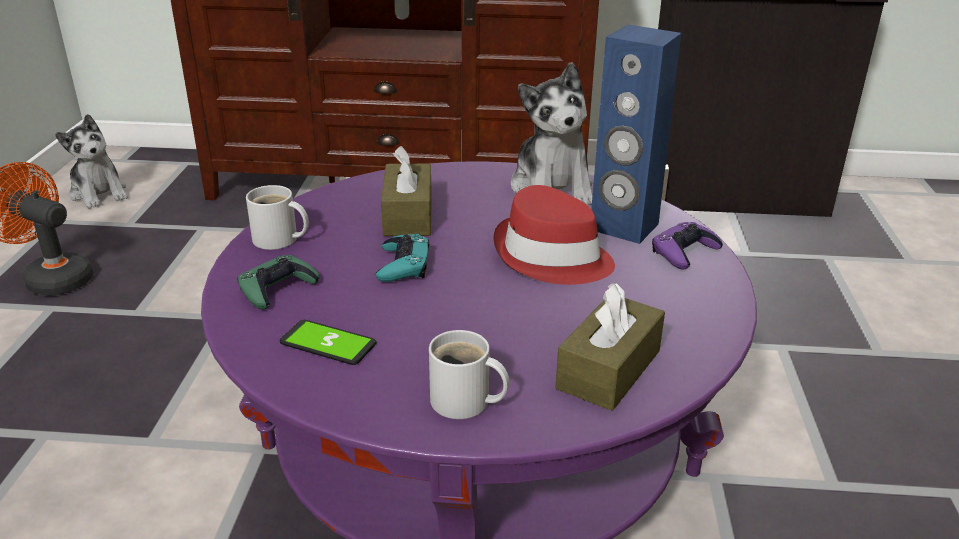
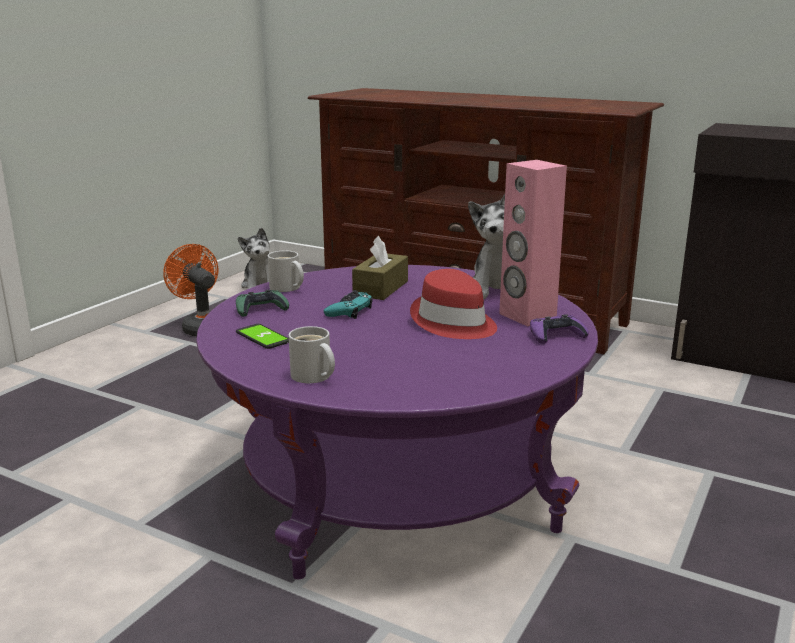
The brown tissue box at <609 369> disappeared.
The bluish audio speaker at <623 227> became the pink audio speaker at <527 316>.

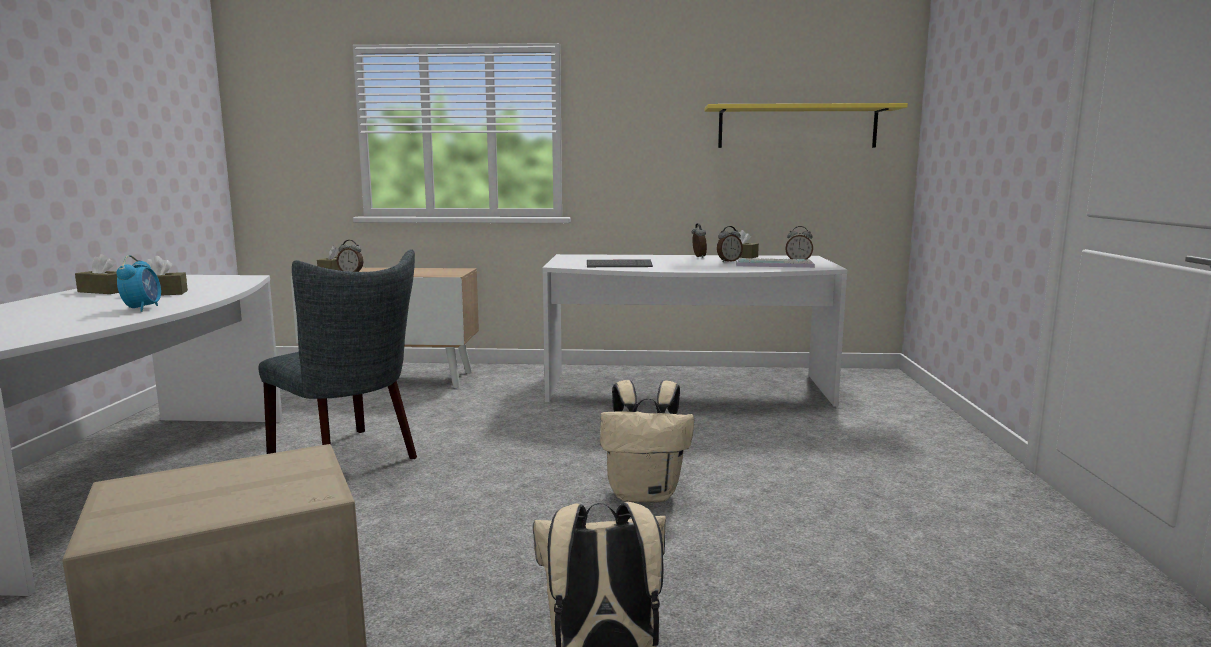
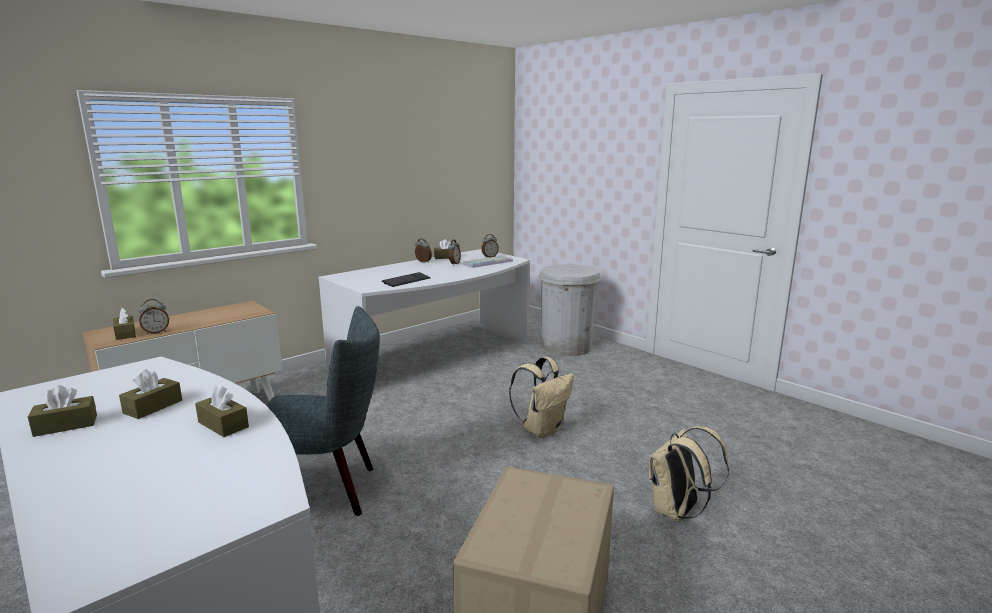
The yellow-coloured shelf at <797 127> disappeared.
The whitish rubbish bin at <566 347> appeared.
The alarm clock at <143 308> was replaced by the brown tissue box at <223 424>.

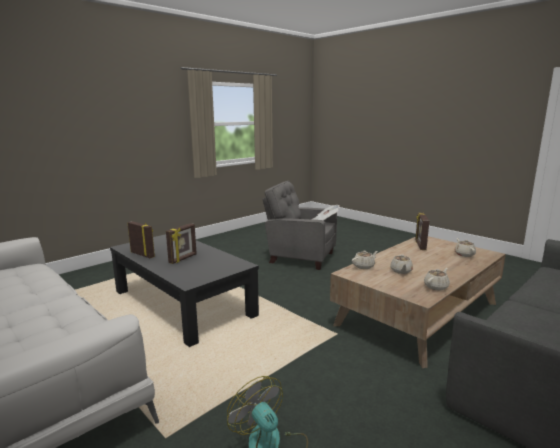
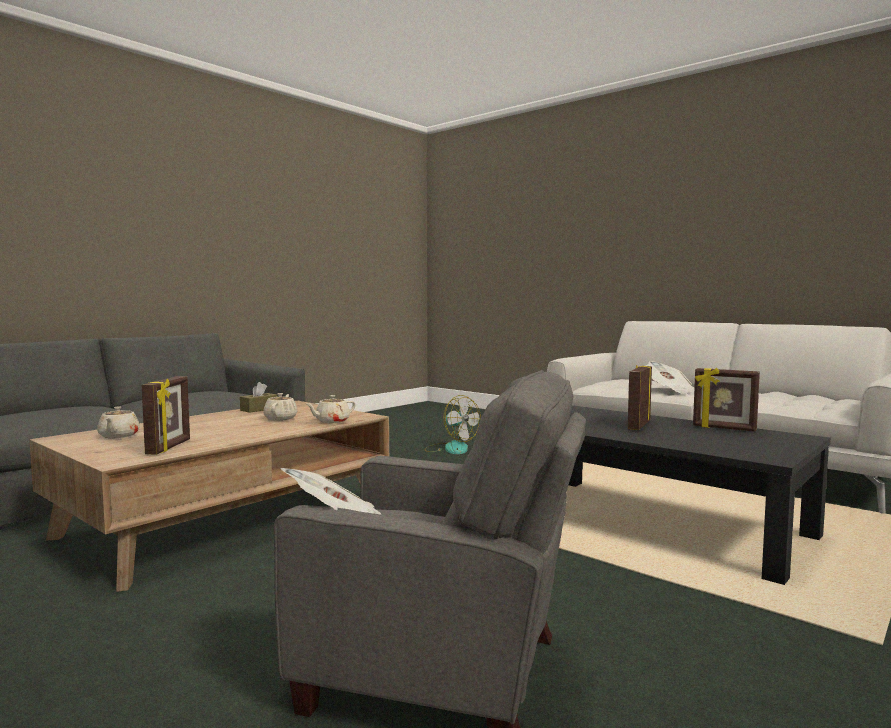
The newspaper at <669 390> appeared.
The beige-coloured teapot at <436 286> was replaced by the brown tissue box at <259 409>.

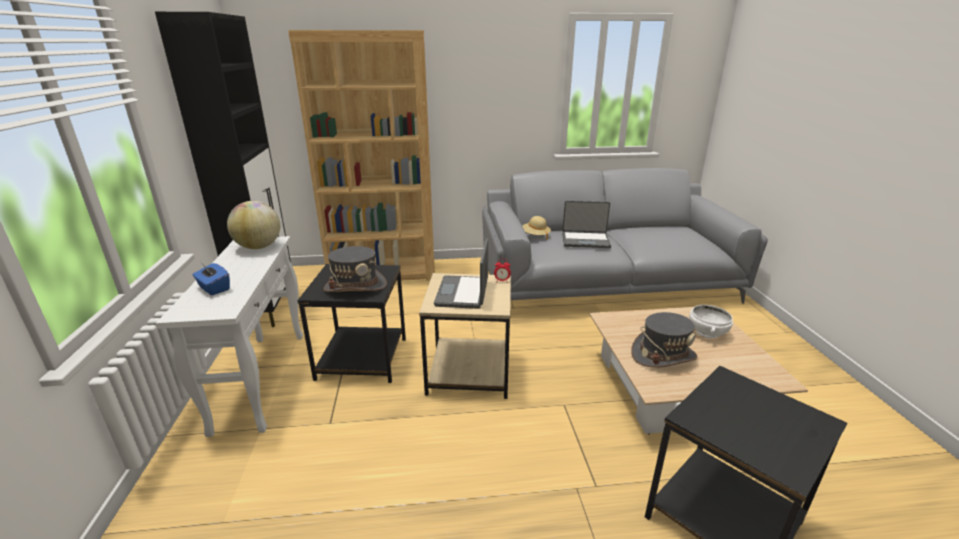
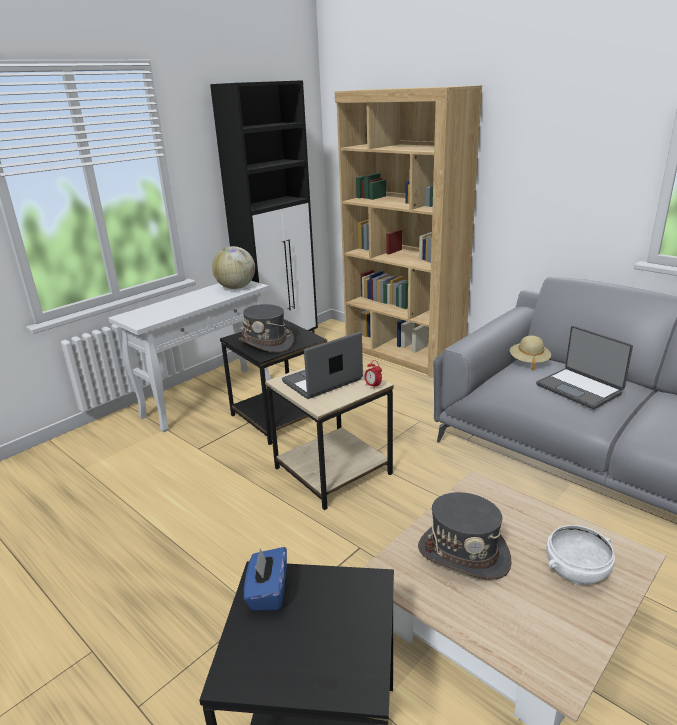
The bluish tissue box moved from <214 288> to <268 592>.

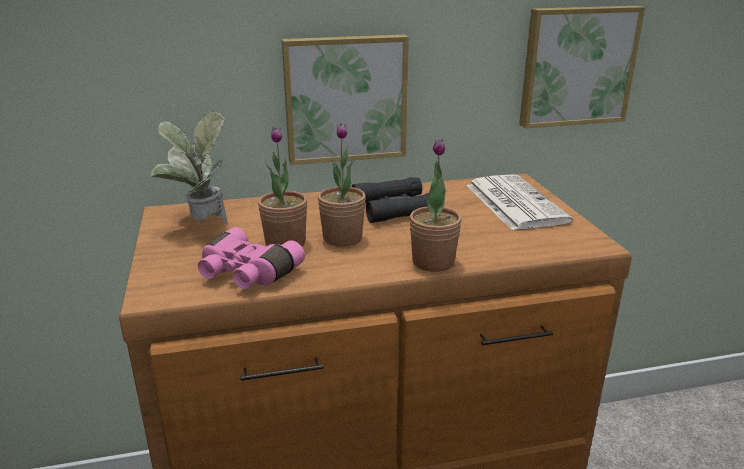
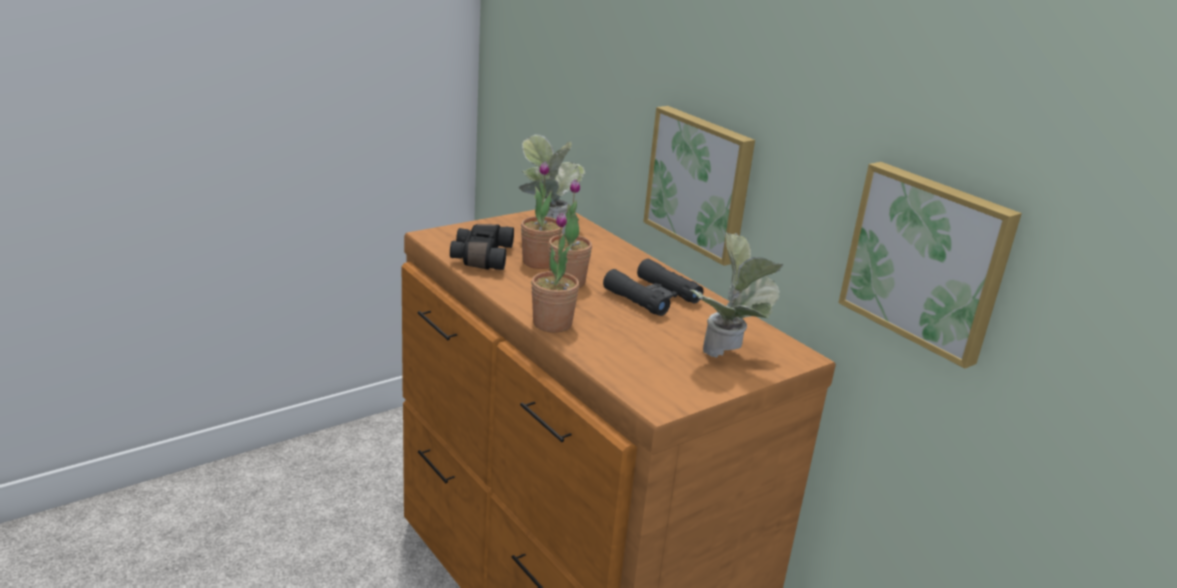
The newspaper at <513 202> was replaced by the potted plant at <729 356>.
The pink field glasses at <246 274> became the black-coloured field glasses at <480 257>.

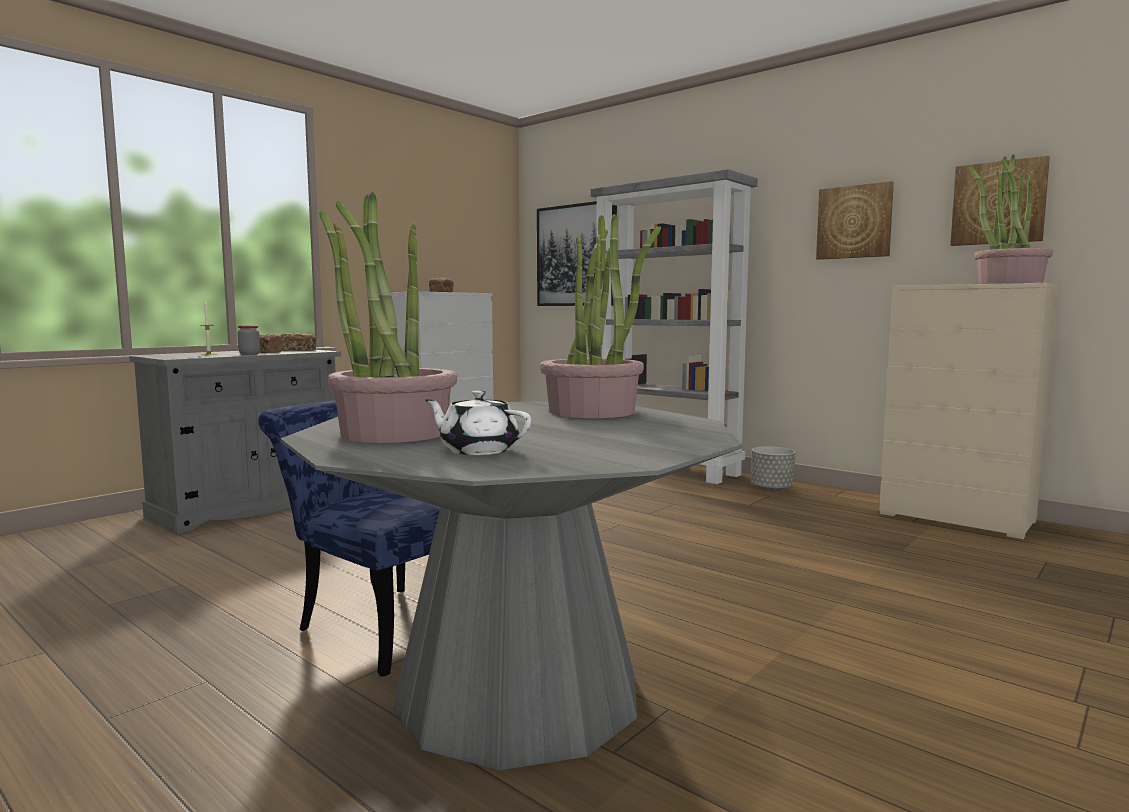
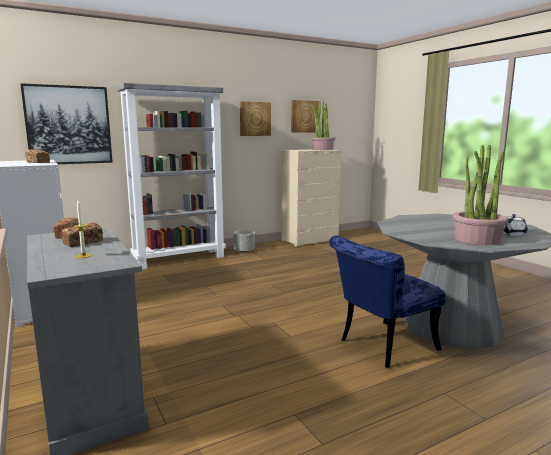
The preserve jar at <249 354> disappeared.
The potted plant at <593 411> disappeared.

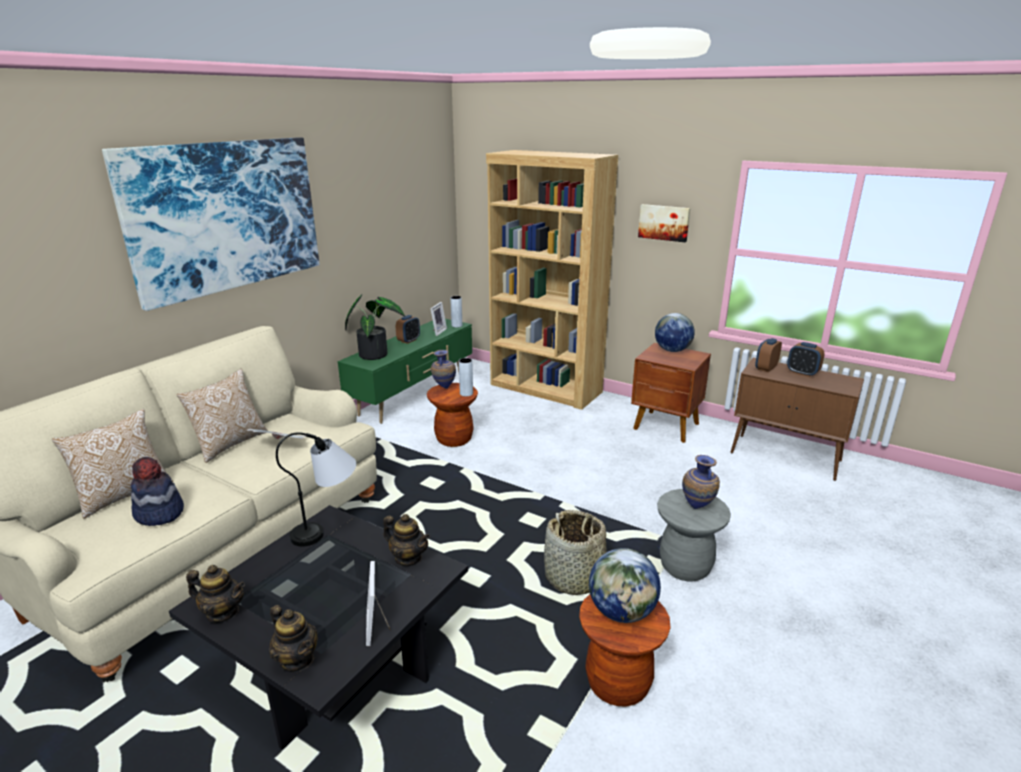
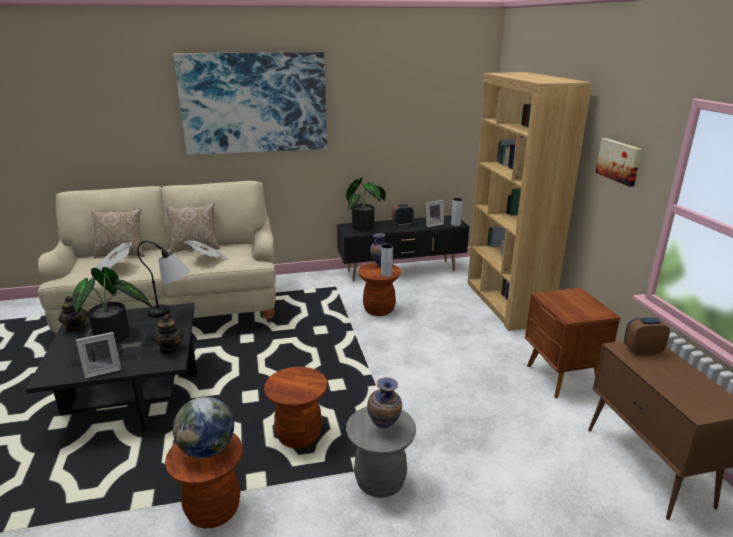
The teapot at <297 659> disappeared.
The desk globe at <672 350> disappeared.
The alarm clock at <802 373> disappeared.
The potted plant at <115 338> appeared.
The hat at <159 513> was replaced by the newspaper at <113 268>.
The household basket at <575 578> was replaced by the brown stool seat at <299 435>.
The green-coloured tv stand at <414 395> became the black-coloured tv stand at <402 271>.
The picture frame at <378 625> turned 150 degrees counterclockwise.

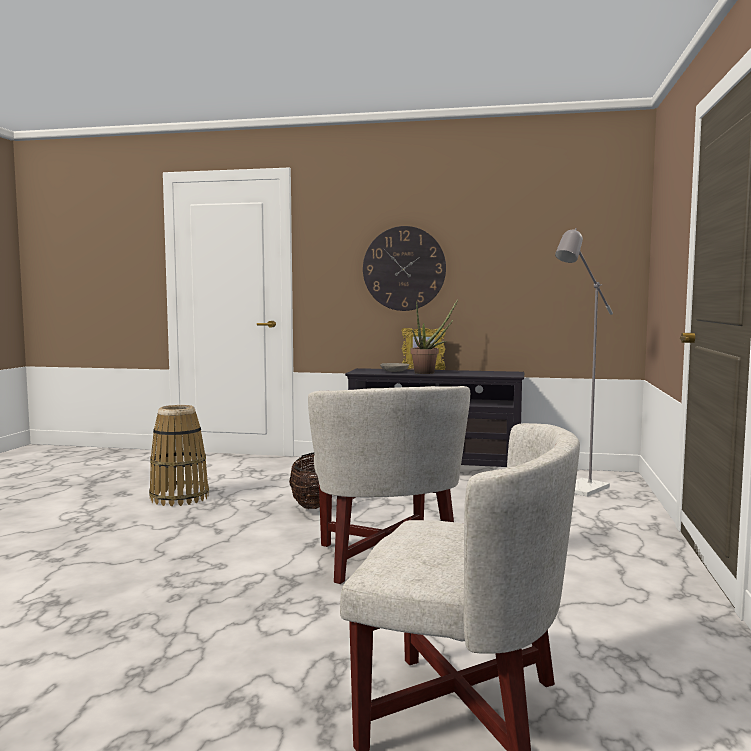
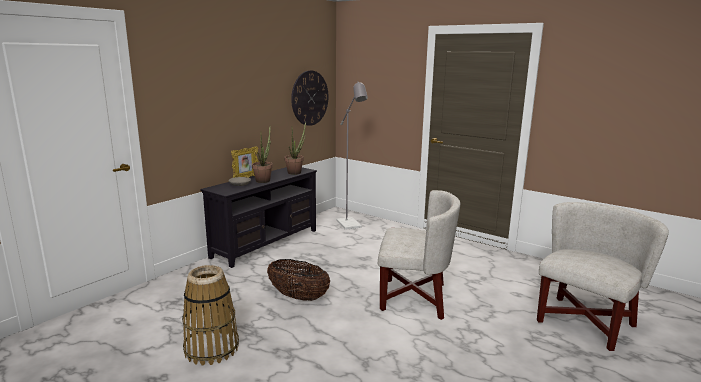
The potted plant at <296 172> appeared.
The hanging clock moved from <404 268> to <310 98>.

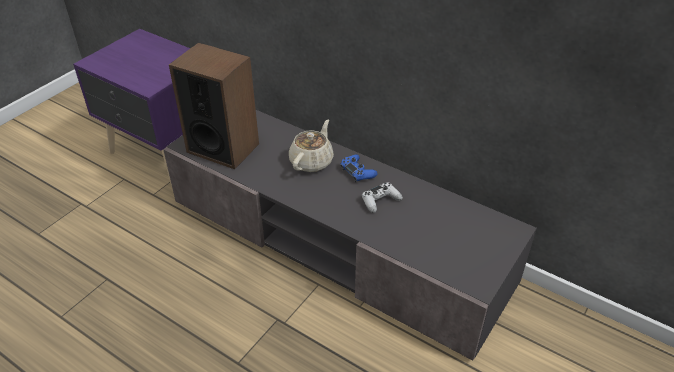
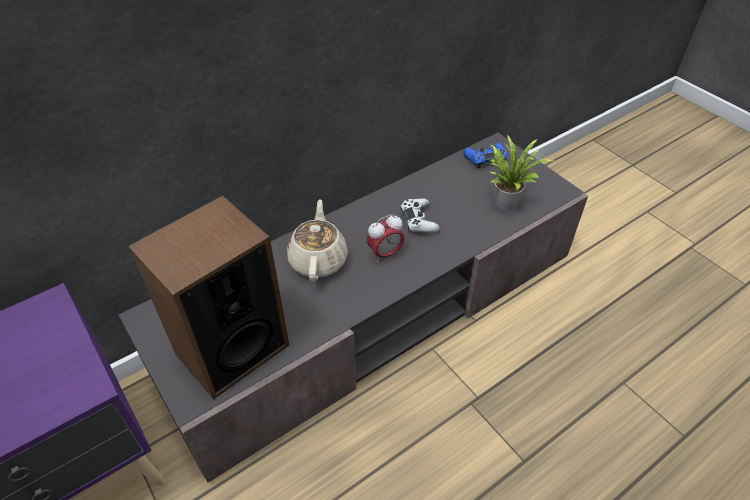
The alarm clock at <385 254> appeared.
The potted plant at <505 201> appeared.
The bluish joypad moved from <357 172> to <485 159>.
The beige-coloured teapot at <312 161> turned 45 degrees clockwise.

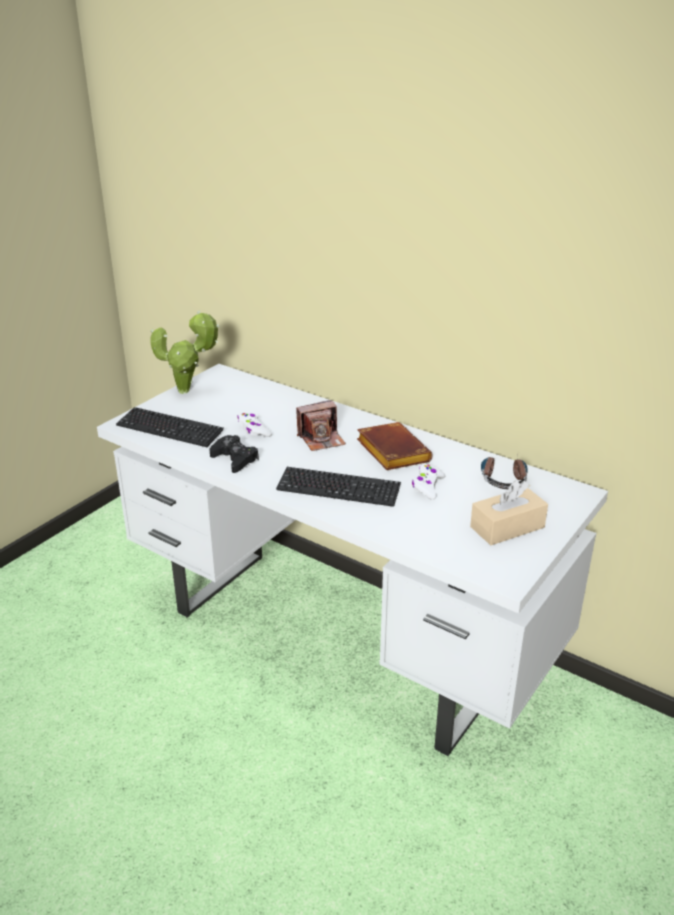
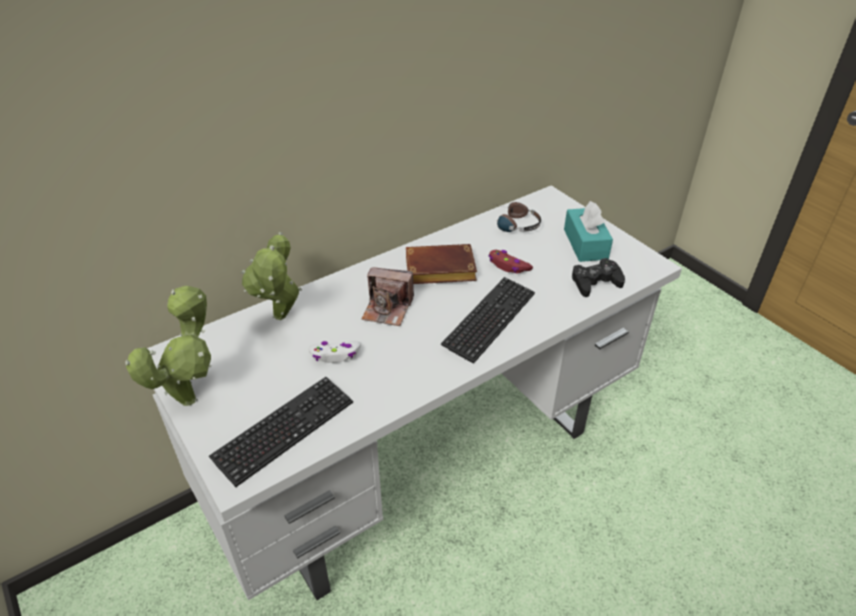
The potted plant at <281 319> appeared.
The black-coloured joypad moved from <234 459> to <595 282>.
The whitish joypad at <427 486> became the reddish joypad at <508 266>.
The beige-coloured tissue box at <507 527> became the blue-green tissue box at <585 244>.
The still camera at <321 439> turned 105 degrees clockwise.

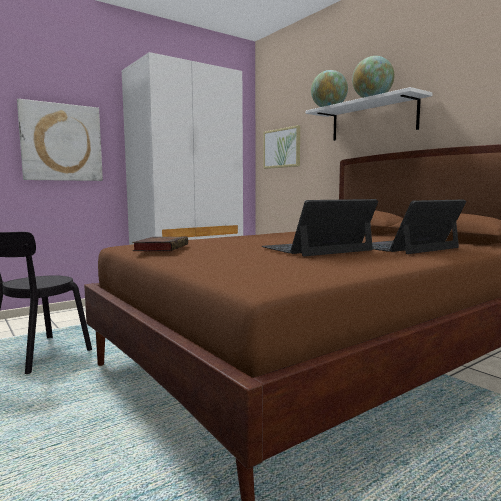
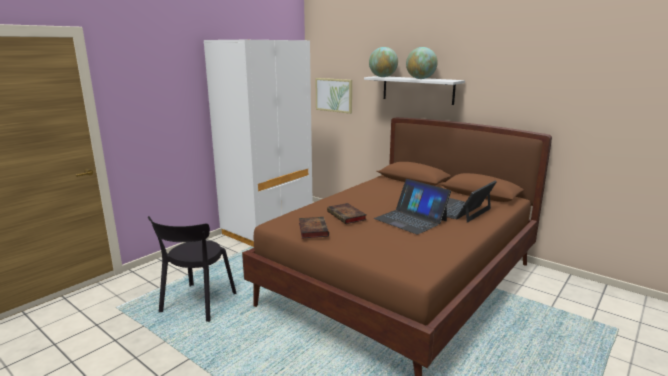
The picture at <61 142> disappeared.
The volume at <347 216> appeared.
The notebook computer at <316 248> turned 90 degrees counterclockwise.

